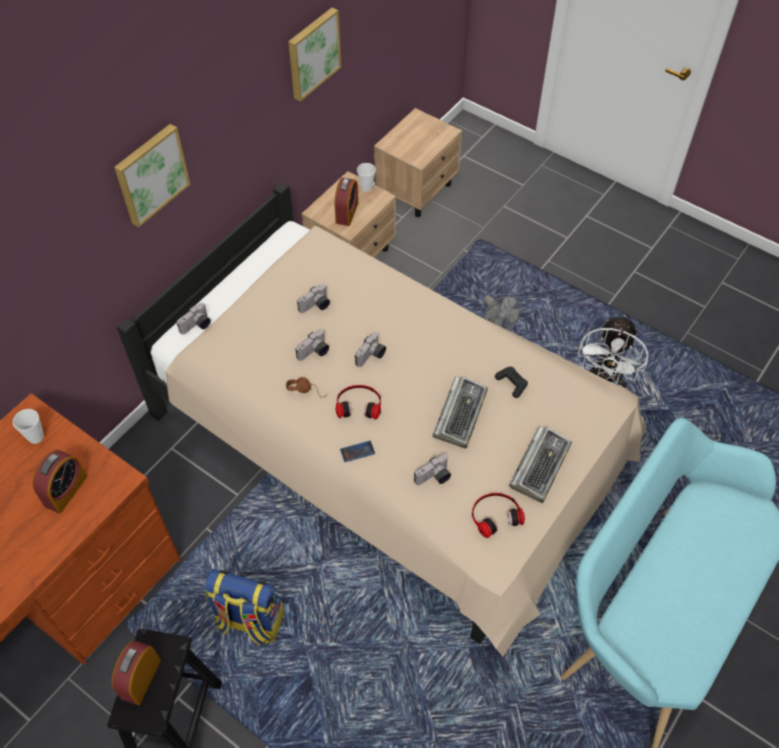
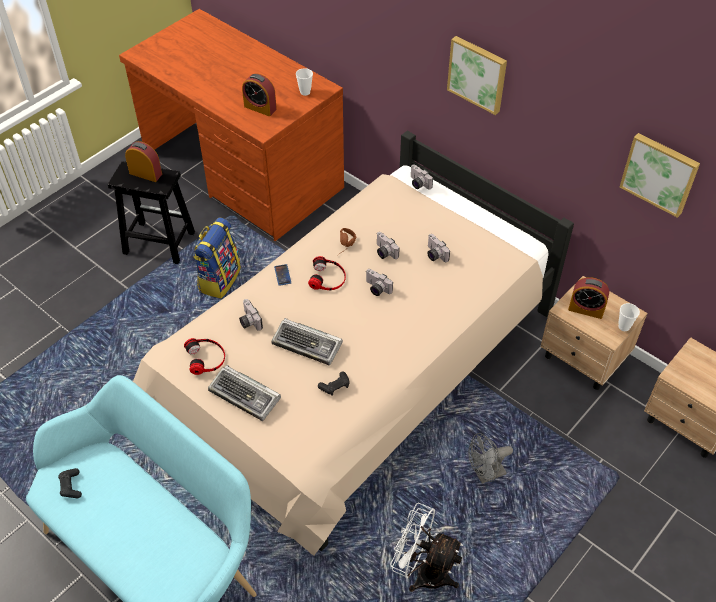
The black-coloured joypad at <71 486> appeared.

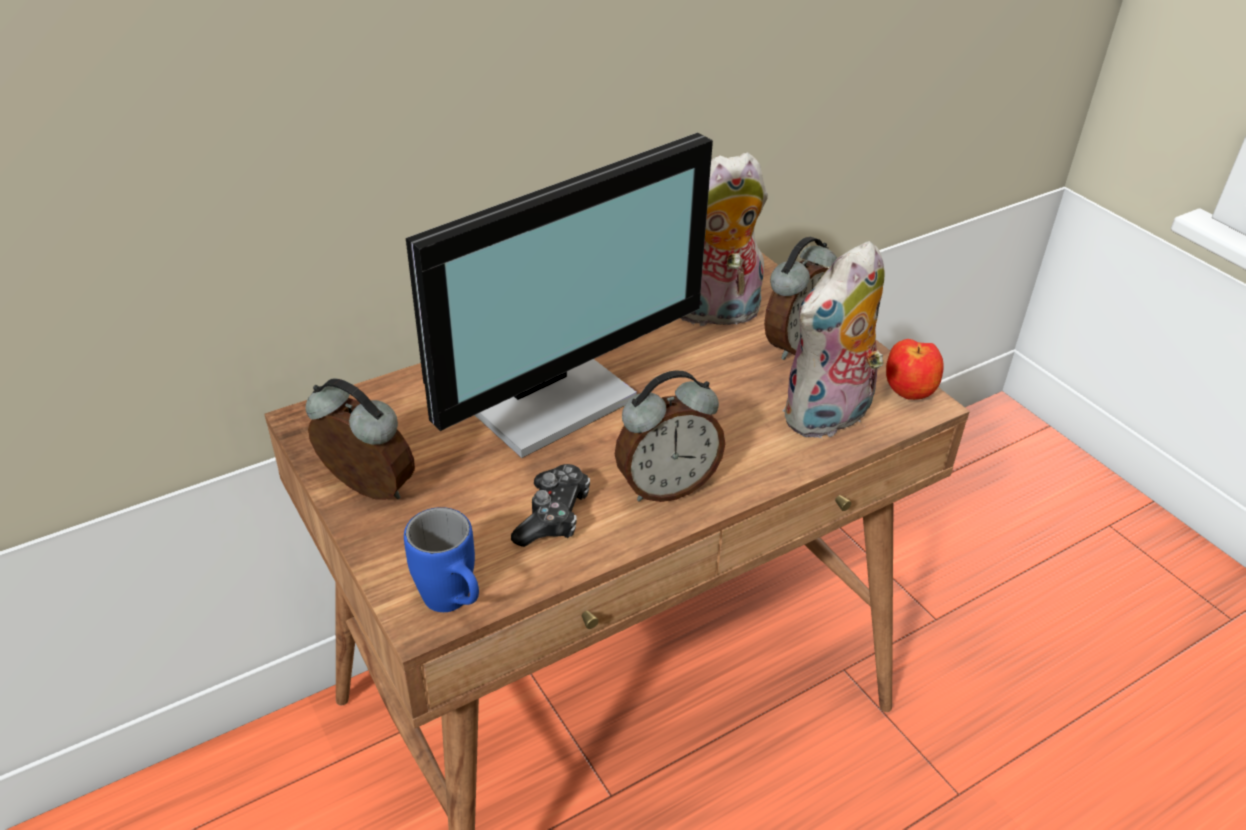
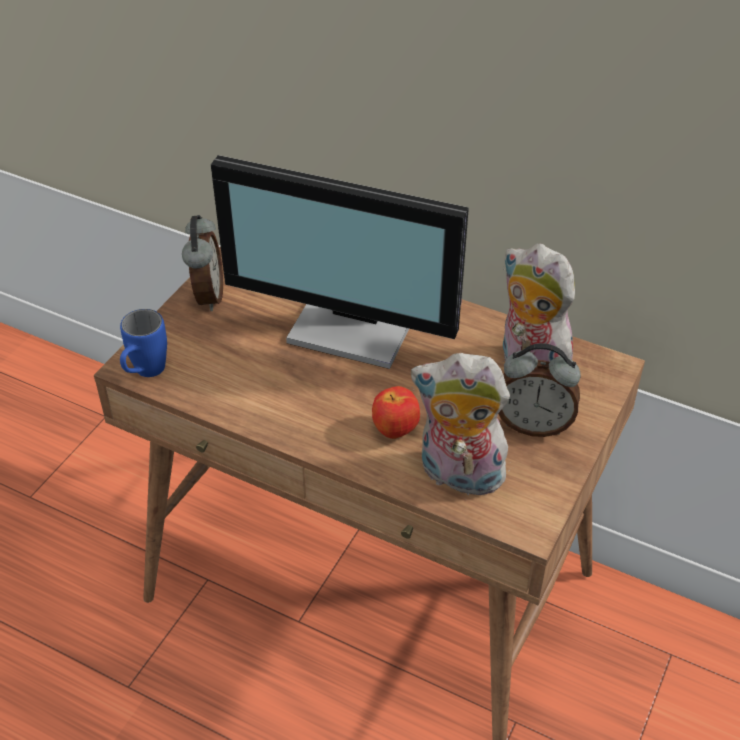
The joypad at <553 516> disappeared.
The alarm clock at <666 486> disappeared.
The apple moved from <909 394> to <395 431>.

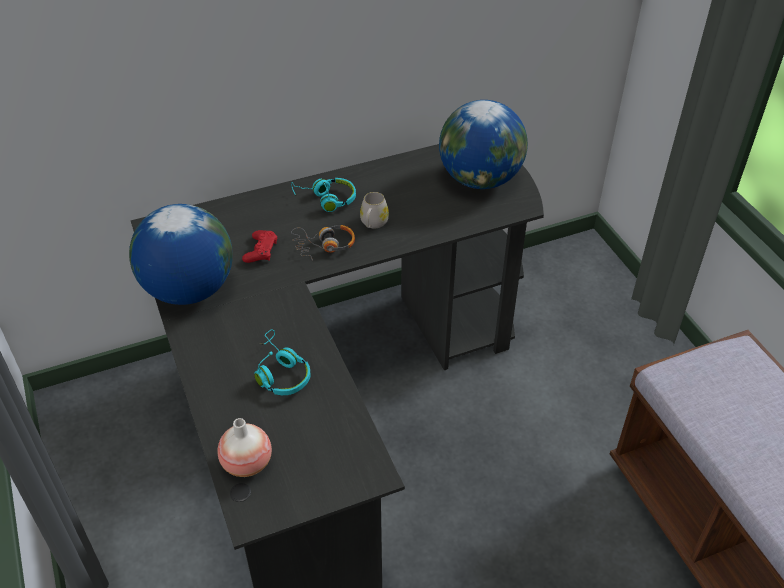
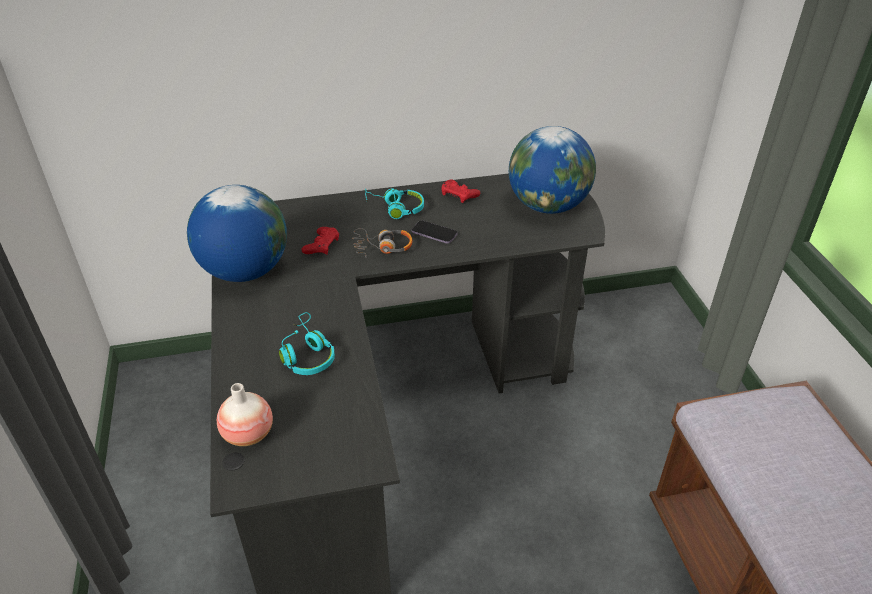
The reddish joypad at <459 195> appeared.
The whitish mug at <373 224> was replaced by the telephone at <434 233>.

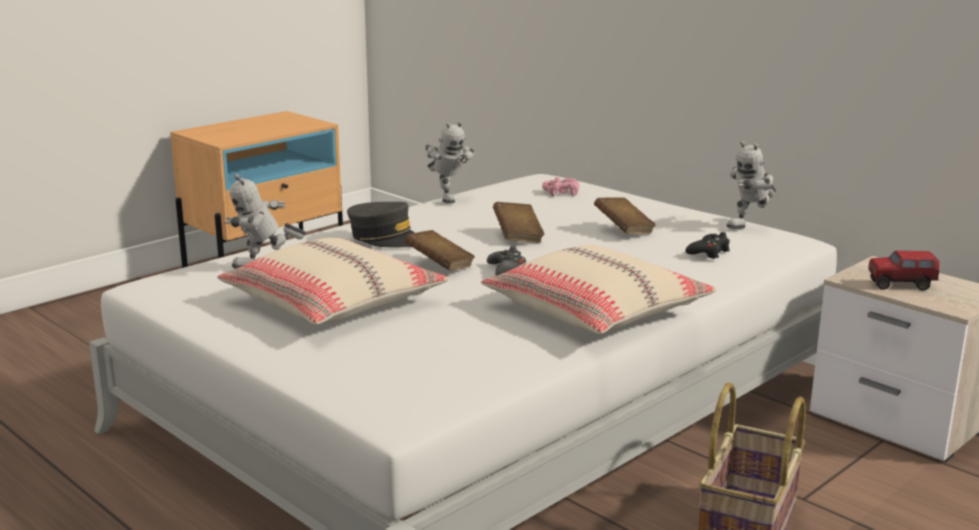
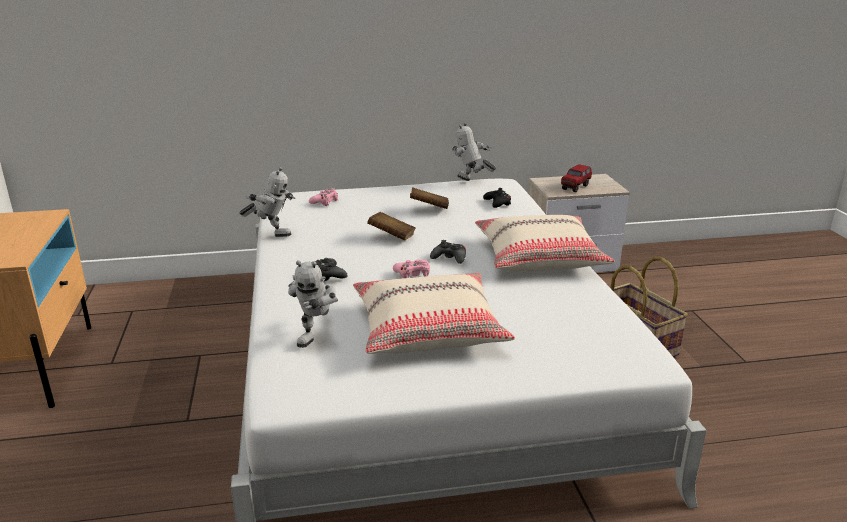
The greyish baseball cap at <386 238> was replaced by the black-coloured joypad at <329 274>.
The brown volume at <440 265> was replaced by the pink joypad at <413 274>.
The robot figure at <750 226> turned 135 degrees clockwise.

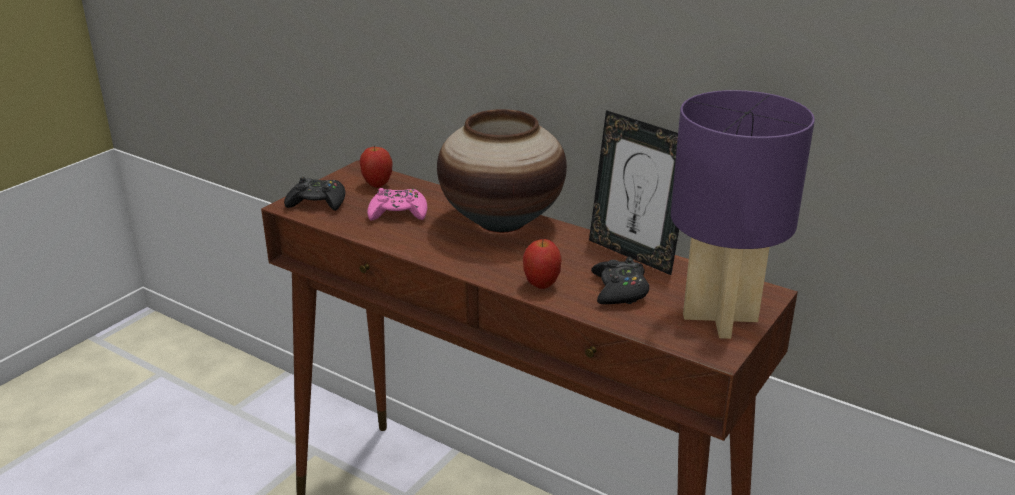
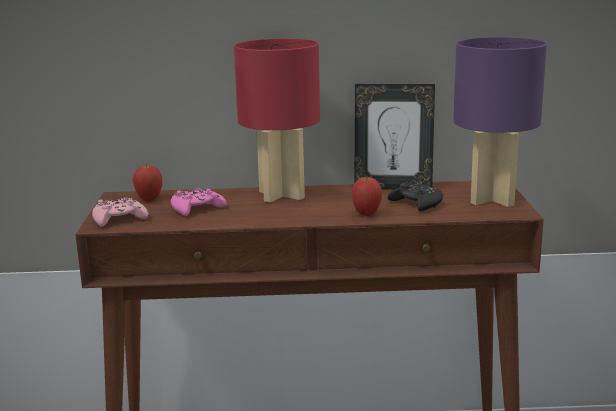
The vase at <501 222> was replaced by the reddish lamp for a table at <280 195>.
The black-coloured joypad at <317 202> became the pink joypad at <119 219>.

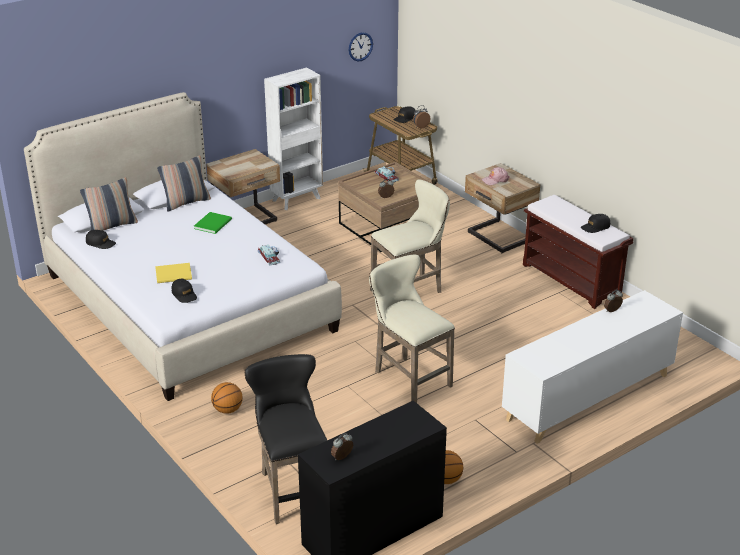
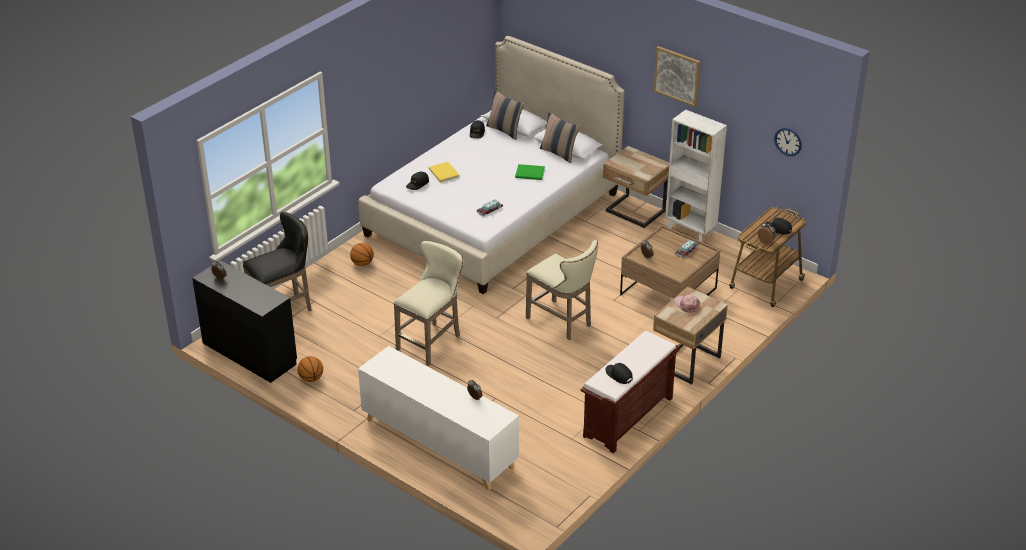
The picture at <677 75> appeared.

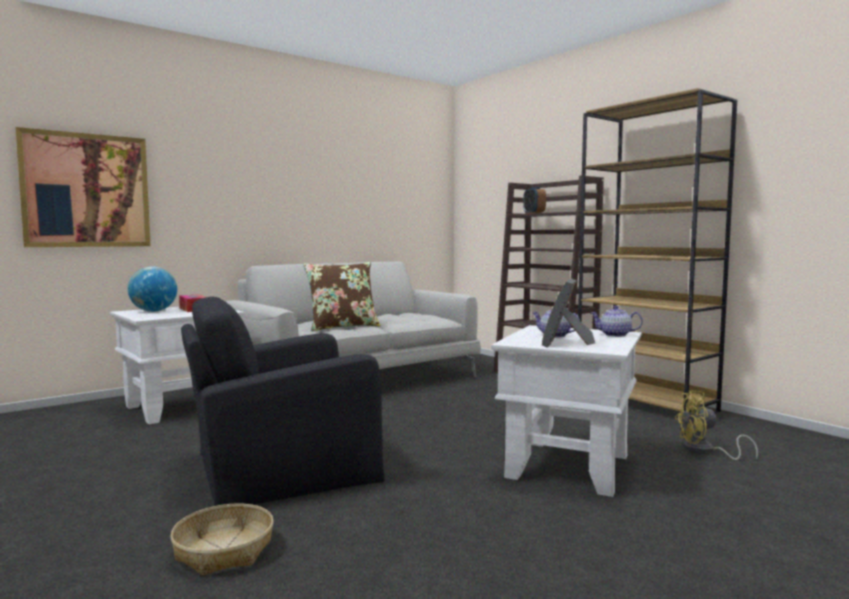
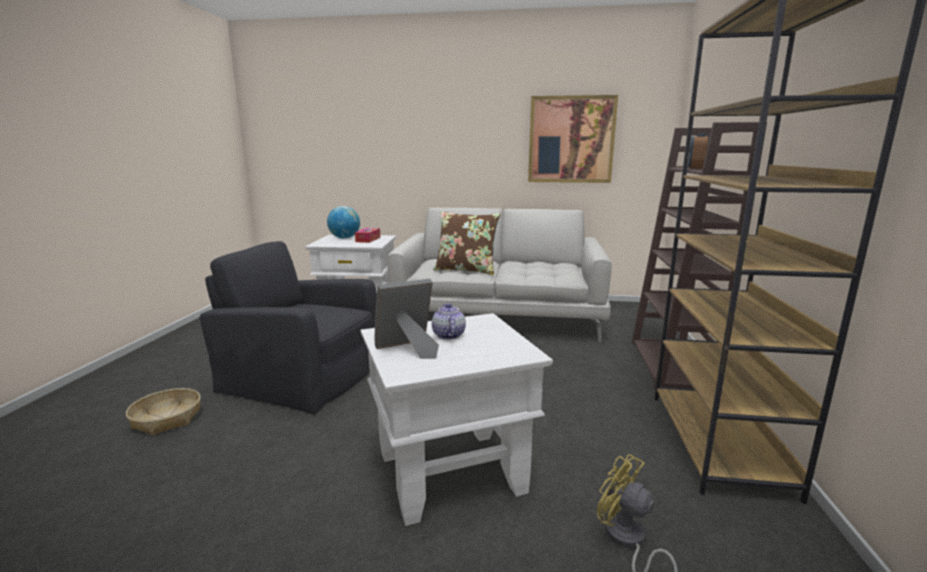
The teapot at <615 335> disappeared.
The picture moved from <86 190> to <571 140>.

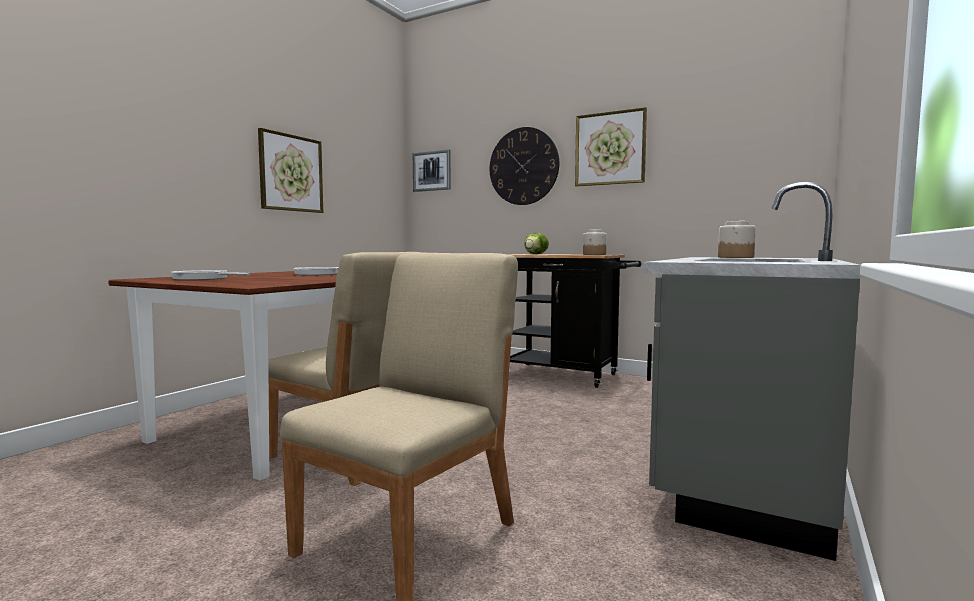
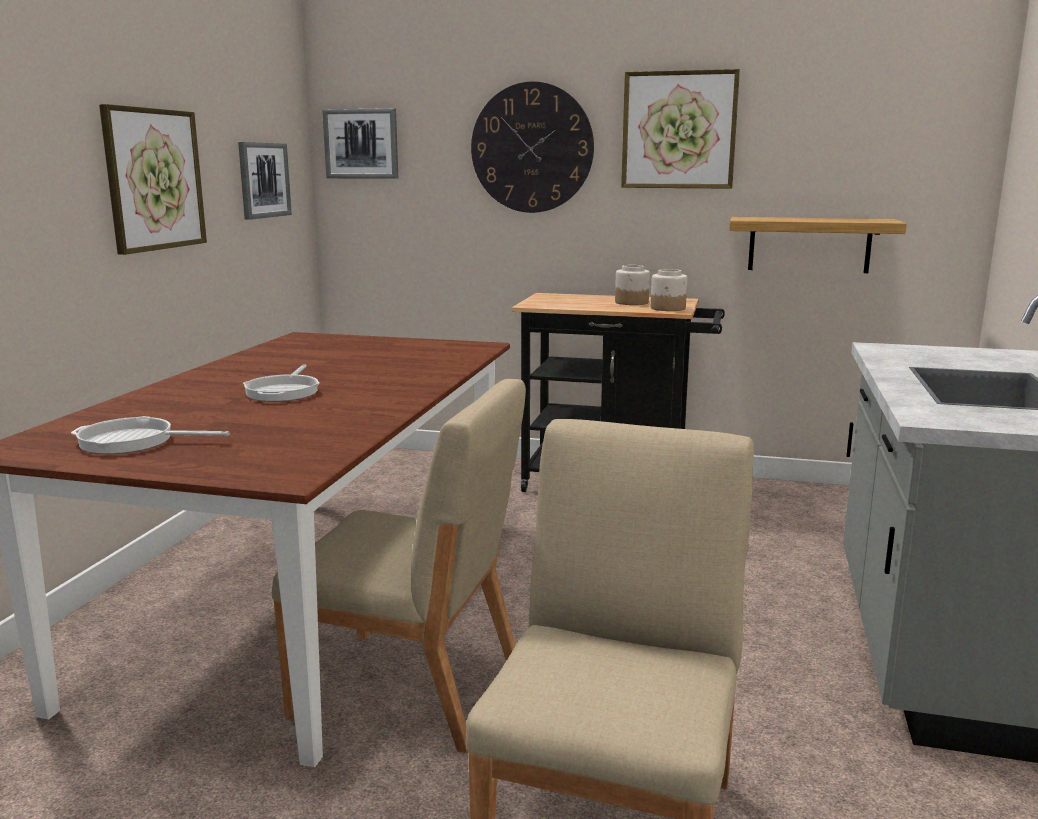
The lettuce at <536 254> disappeared.
The picture at <263 180> appeared.
The shelf at <809 244> appeared.
The preserve jar moved from <736 257> to <632 302>.

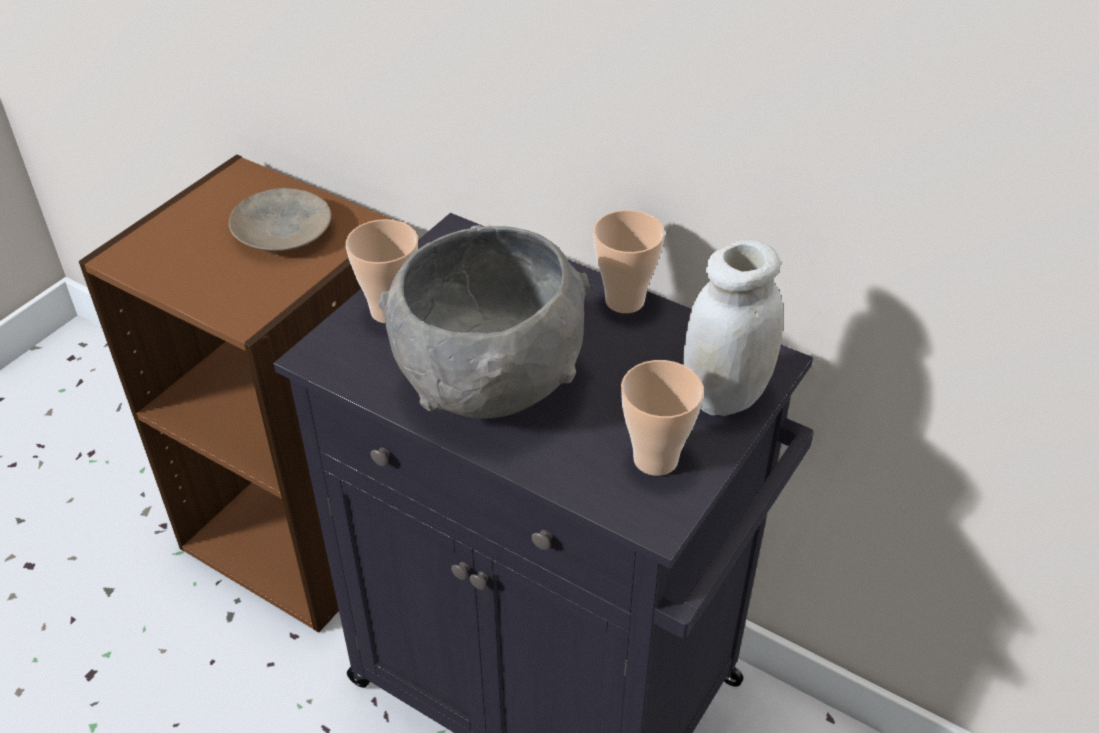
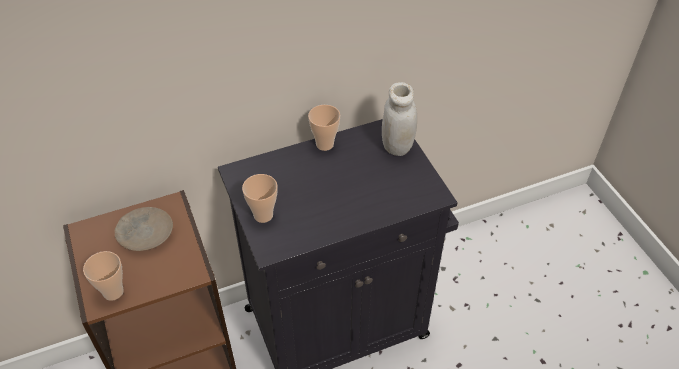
The greyish bowl at <488 381> disappeared.
The drinking cup moved from <655 459> to <113 292>.

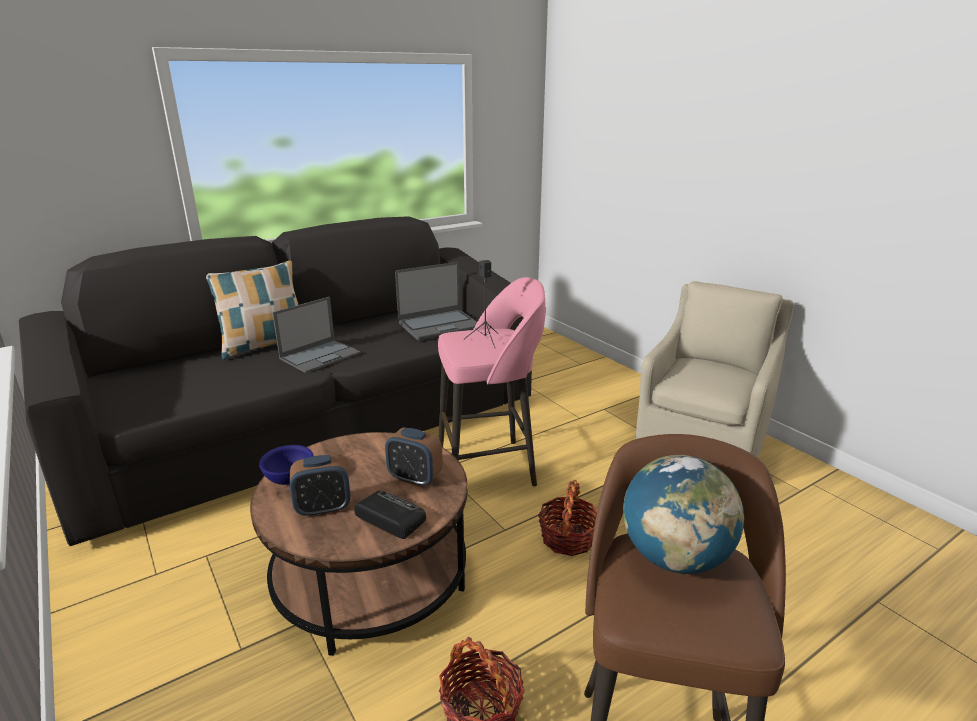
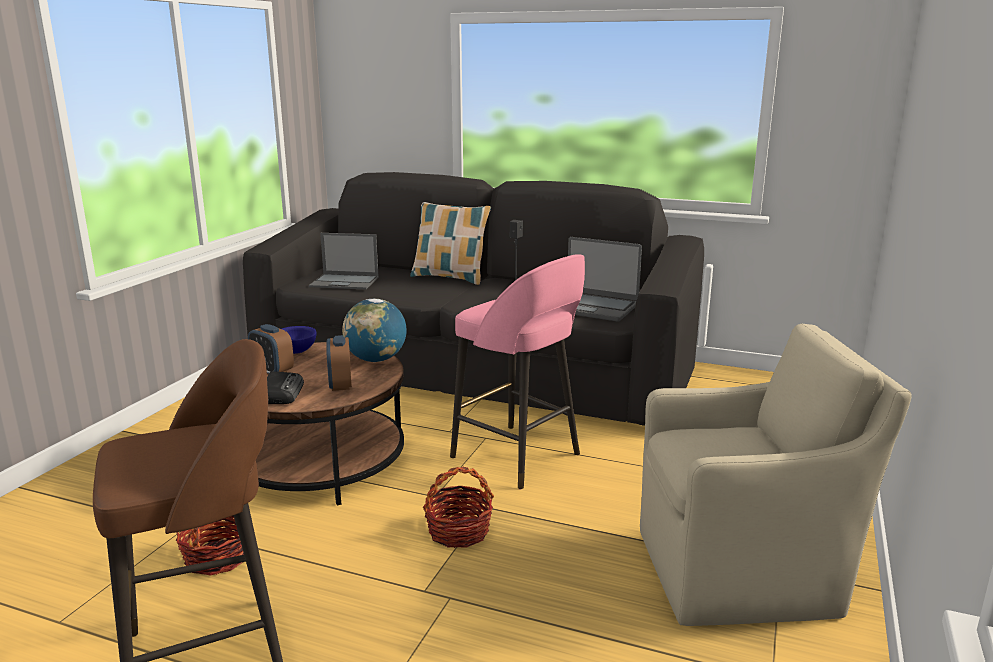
The notebook computer moved from <321 356> to <345 282>.
The desk globe moved from <675 558> to <376 359>.

